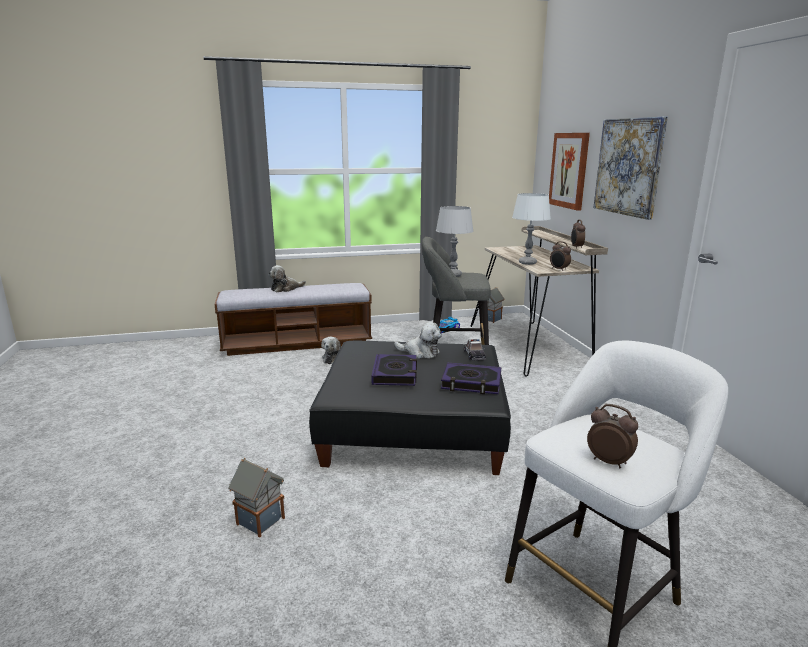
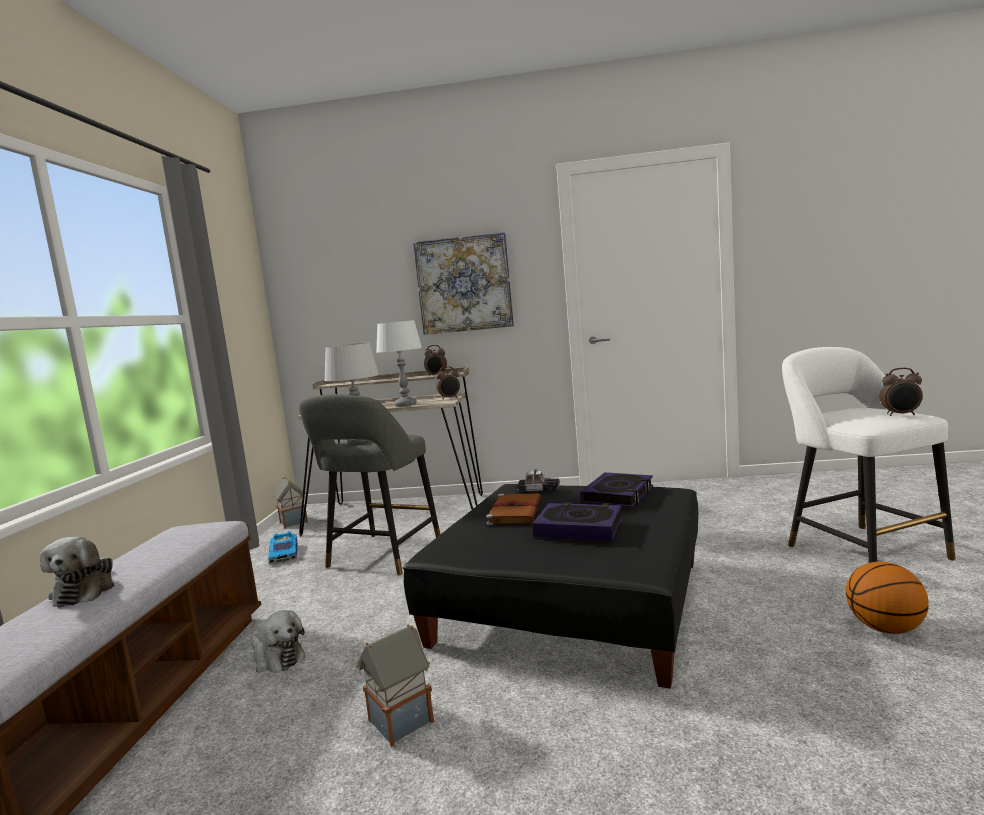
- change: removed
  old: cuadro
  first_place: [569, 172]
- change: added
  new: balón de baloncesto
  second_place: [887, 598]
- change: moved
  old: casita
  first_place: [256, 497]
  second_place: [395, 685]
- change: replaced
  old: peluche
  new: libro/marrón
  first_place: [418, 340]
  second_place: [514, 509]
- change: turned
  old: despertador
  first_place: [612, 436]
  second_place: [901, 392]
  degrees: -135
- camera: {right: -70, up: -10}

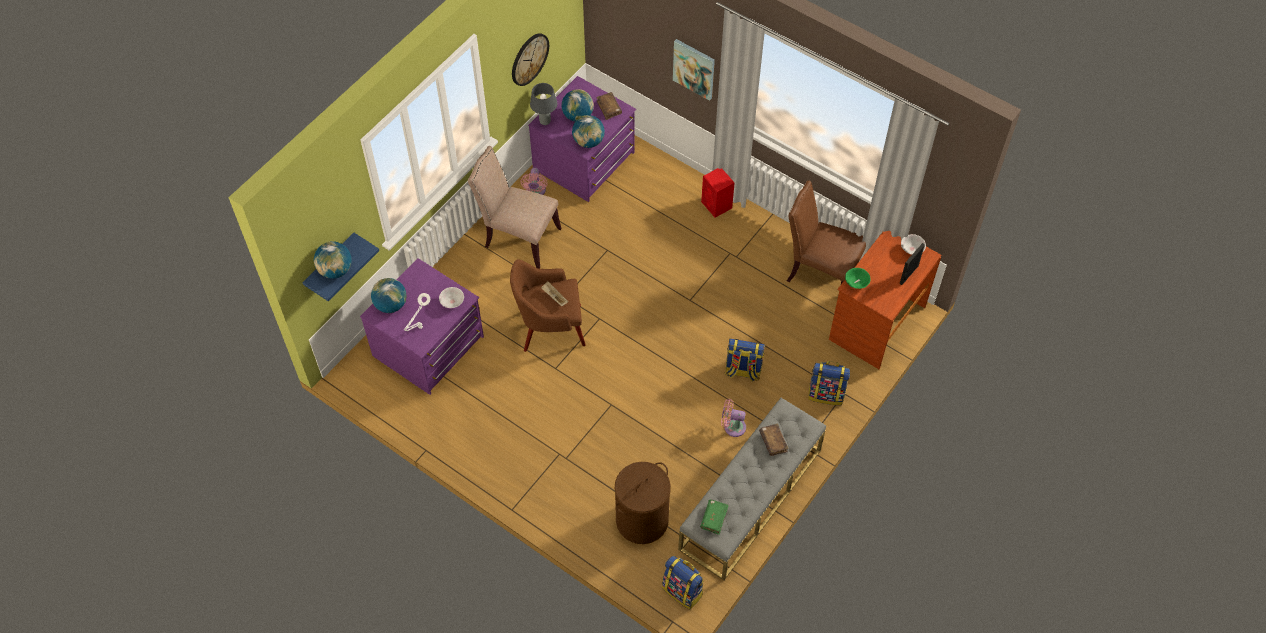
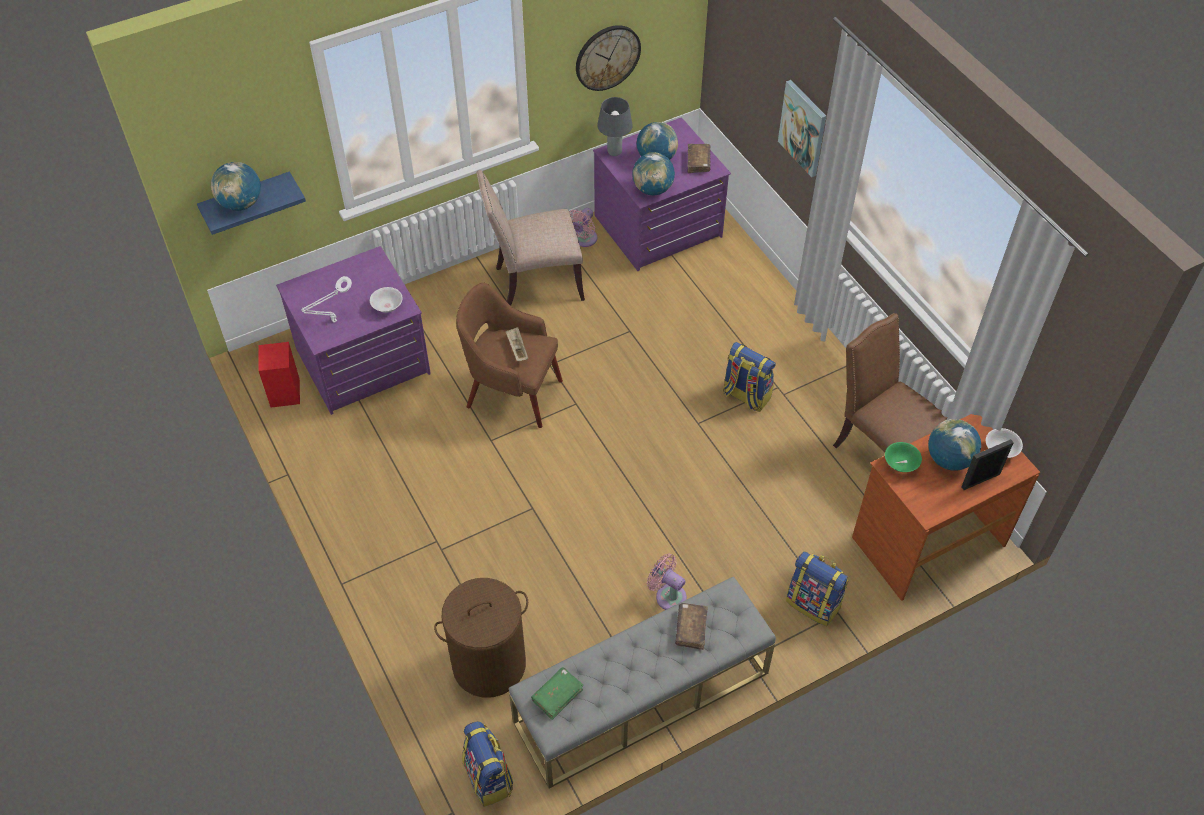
- change: moved
  old: globo terráqueo
  first_place: [389, 295]
  second_place: [954, 445]
- change: moved
  old: altavoz/rojo
  first_place: [718, 193]
  second_place: [279, 375]
- change: moved
  old: mochila
  first_place: [745, 360]
  second_place: [749, 377]
- change: turned
  old: silla/beis
  first_place: [515, 207]
  second_place: [530, 238]
  degrees: -60
- camera: {right: 25, up: -5}

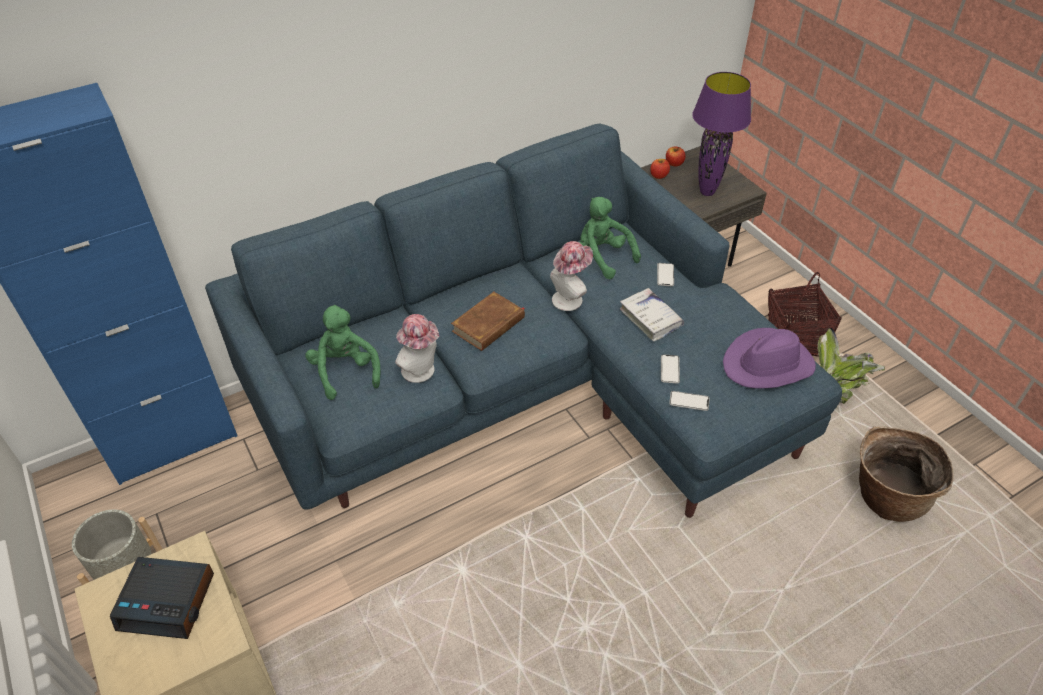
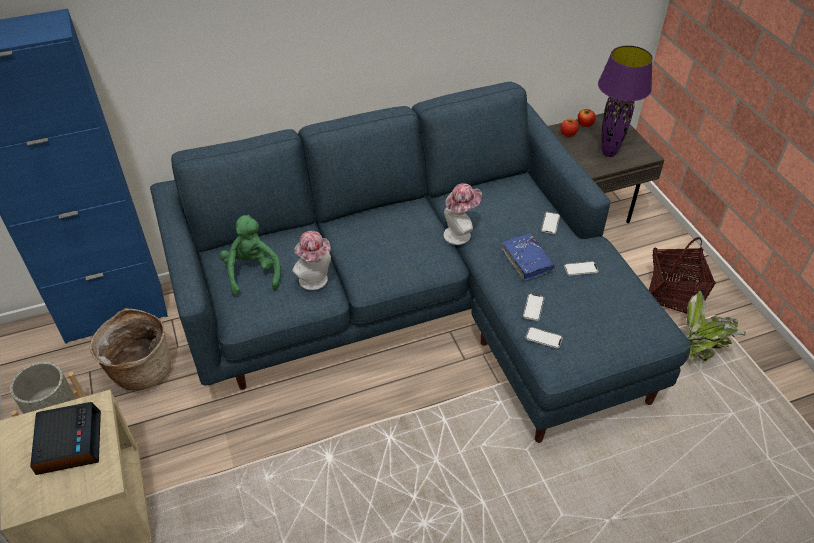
- change: removed
  old: libro/marrón
  first_place: [488, 321]
- change: removed
  old: peluche/verde
  first_place: [610, 238]
- change: removed
  old: sombrero/morado
  first_place: [769, 358]
- change: added
  new: móvil
  second_place: [581, 268]
- change: moved
  old: cesta
  first_place: [906, 474]
  second_place: [130, 349]
- change: recoloured
  old: libro/blanco
  new: libro/azul
  first_place: [652, 315]
  second_place: [528, 257]
- change: turned
  old: despertador
  first_place: [162, 598]
  second_place: [65, 438]
  degrees: -120
- camera: {right: 10, up: 0}

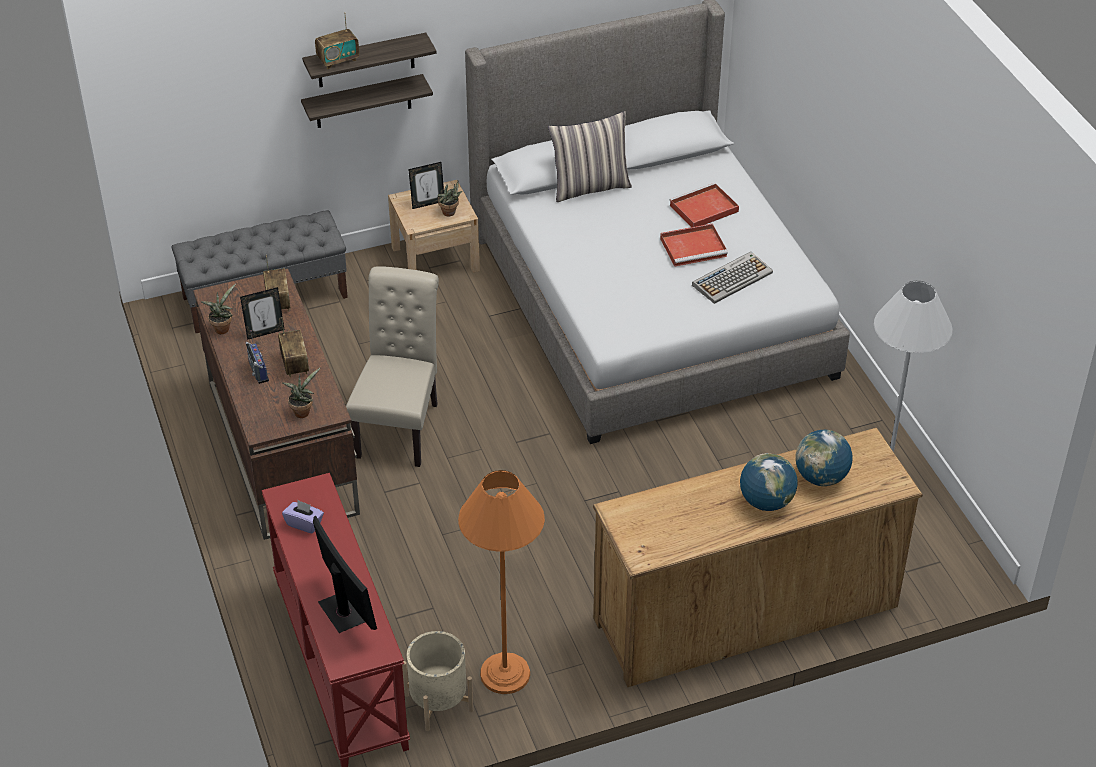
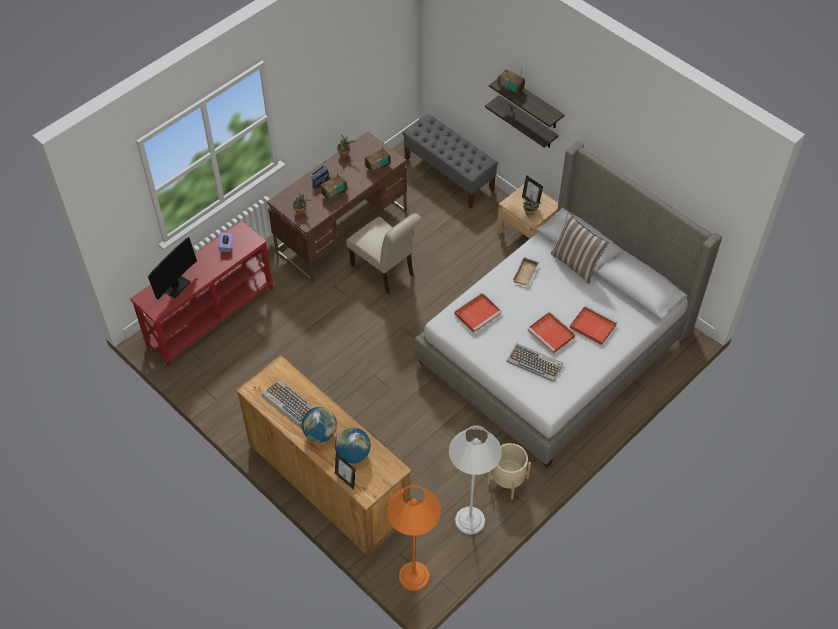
- change: added
  new: teclado
  second_place: [288, 403]
- change: added
  new: bandeja/rojo
  second_place: [478, 313]
- change: added
  new: bandeja/beis
  second_place: [526, 271]
- change: moved
  old: portarretratos
  first_place: [262, 313]
  second_place: [345, 471]
- change: moved
  old: maceta/beis
  first_place: [437, 681]
  second_place: [509, 471]
- change: moved
  old: lámpara de pie/naranja
  first_place: [501, 582]
  second_place: [413, 538]
- change: turned
  old: silla/beis
  first_place: [392, 366]
  second_place: [384, 253]
  degrees: 60
- camera: {right: 65, up: 10}

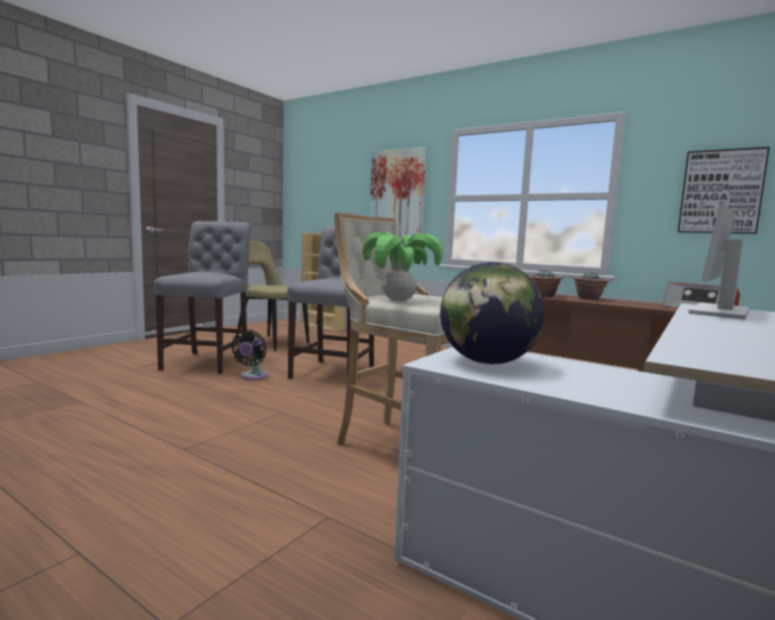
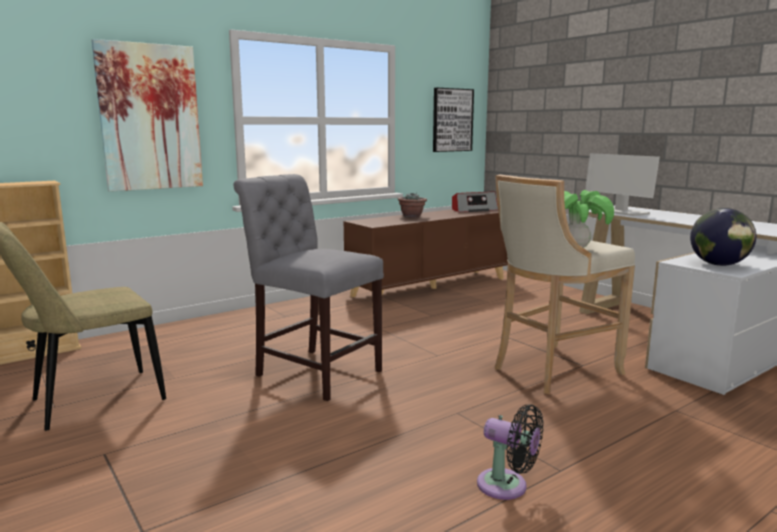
- change: removed
  old: silla/gris
  first_place: [203, 297]
- change: removed
  old: planta en maceta
  first_place: [546, 283]
- change: moved
  old: ventilador/negro
  first_place: [250, 355]
  second_place: [510, 452]
- camera: {right: -70, up: 5}

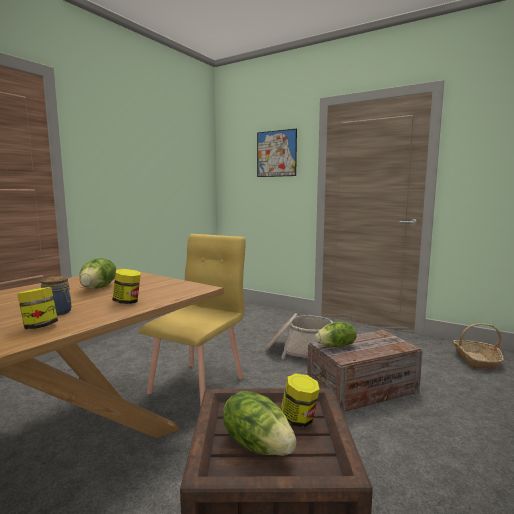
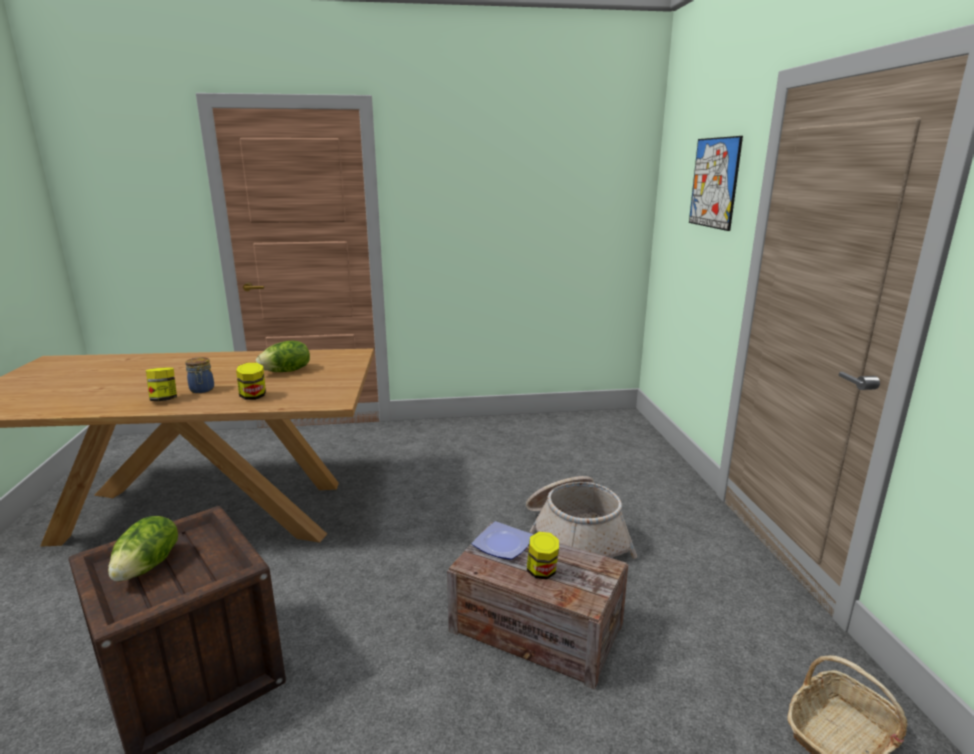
- change: removed
  old: silla/amarillo
  first_place: [192, 320]
- change: moved
  old: tarro
  first_place: [300, 400]
  second_place: [543, 555]
- change: replaced
  old: lechuga
  new: plato
  first_place: [336, 334]
  second_place: [503, 540]
- camera: {right: 50, up: 10}

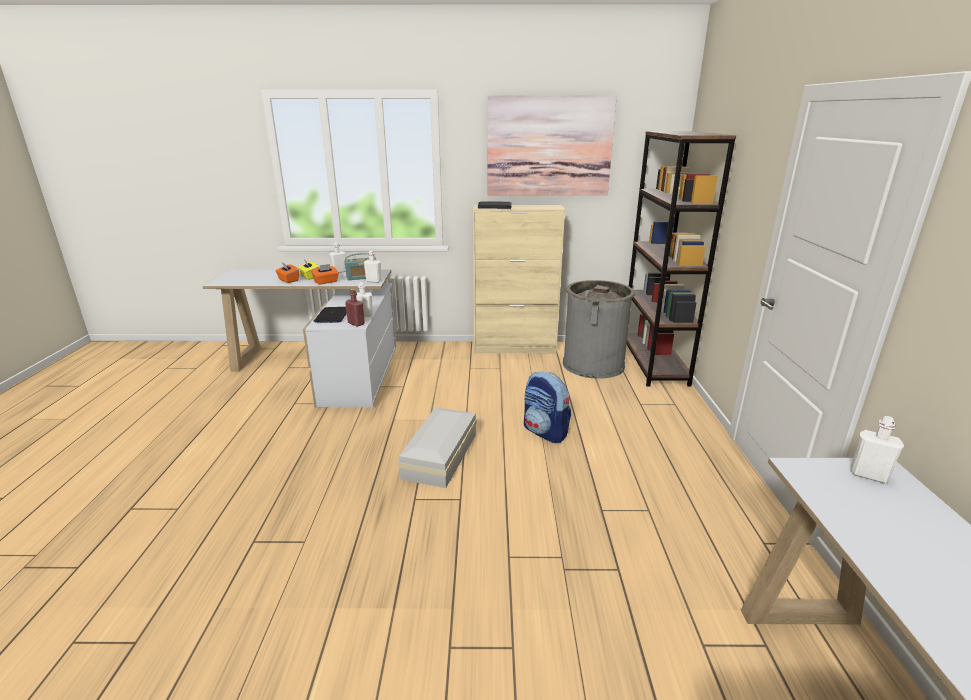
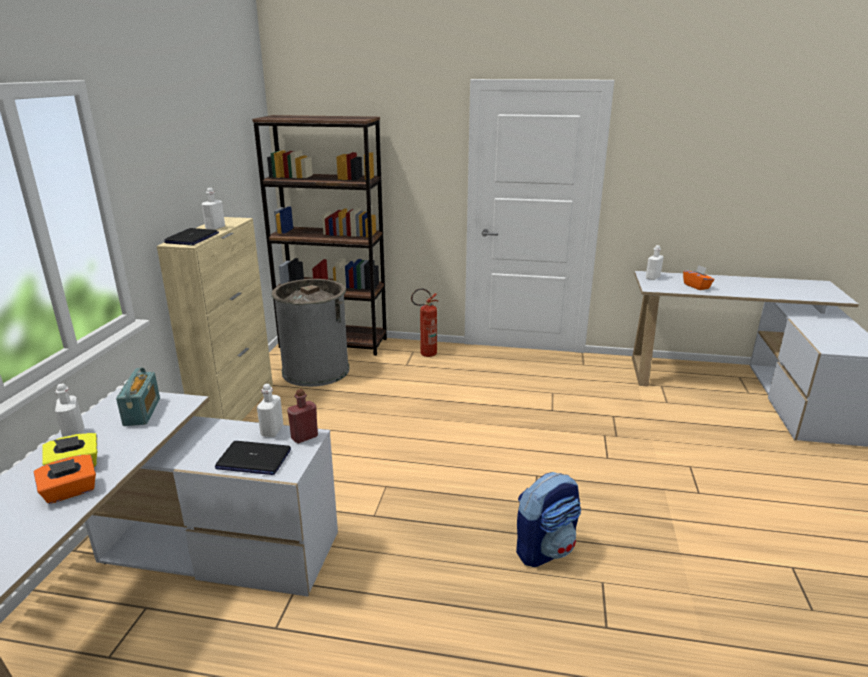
- change: removed
  old: caja de almacenaje/blanco
  first_place: [437, 447]
- change: removed
  old: cuadro
  first_place: [552, 145]
- change: added
  new: extintor
  second_place: [424, 322]
- change: moved
  old: caja de pañuelos/naranja
  first_place: [325, 274]
  second_place: [698, 277]
- change: moved
  old: botella/blanco
  first_place: [373, 266]
  second_place: [213, 209]
- change: moved
  old: mochila
  first_place: [547, 407]
  second_place: [548, 519]
- camera: {right: -80, up: 0}

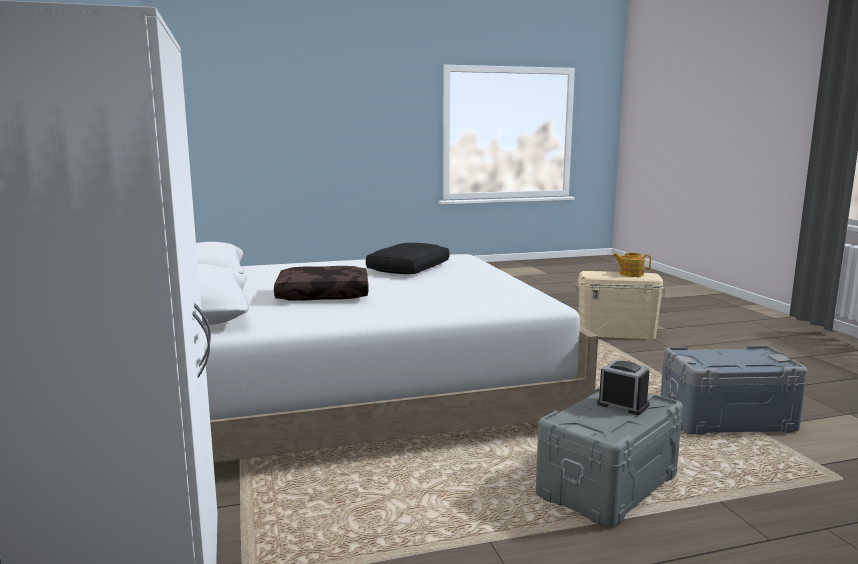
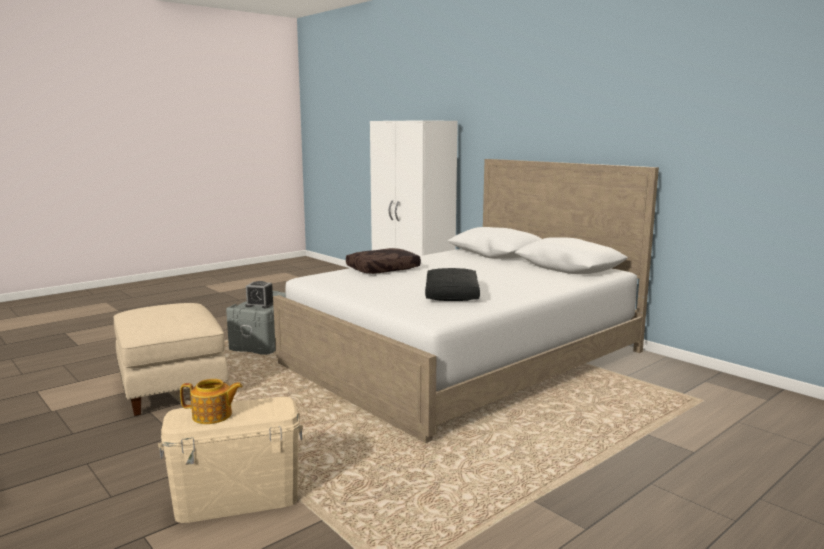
- change: moved
  old: cojín/marrón
  first_place: [321, 283]
  second_place: [383, 261]
- change: replaced
  old: caja de almacenaje/gris
  new: puf/beis
  first_place: [733, 390]
  second_place: [171, 359]
- camera: {right: 155, up: 0}

